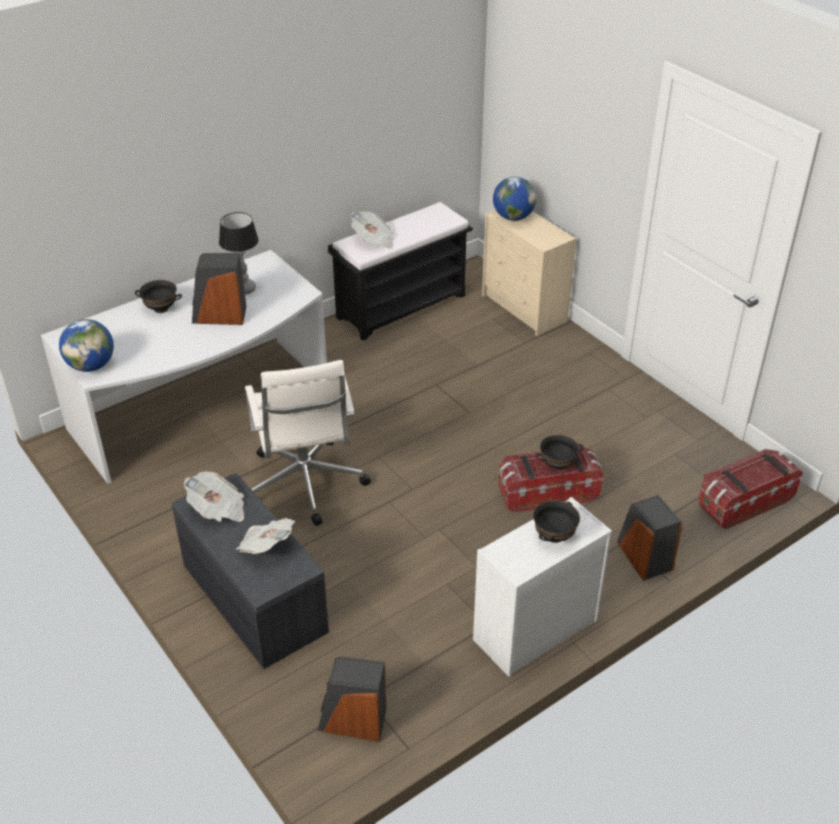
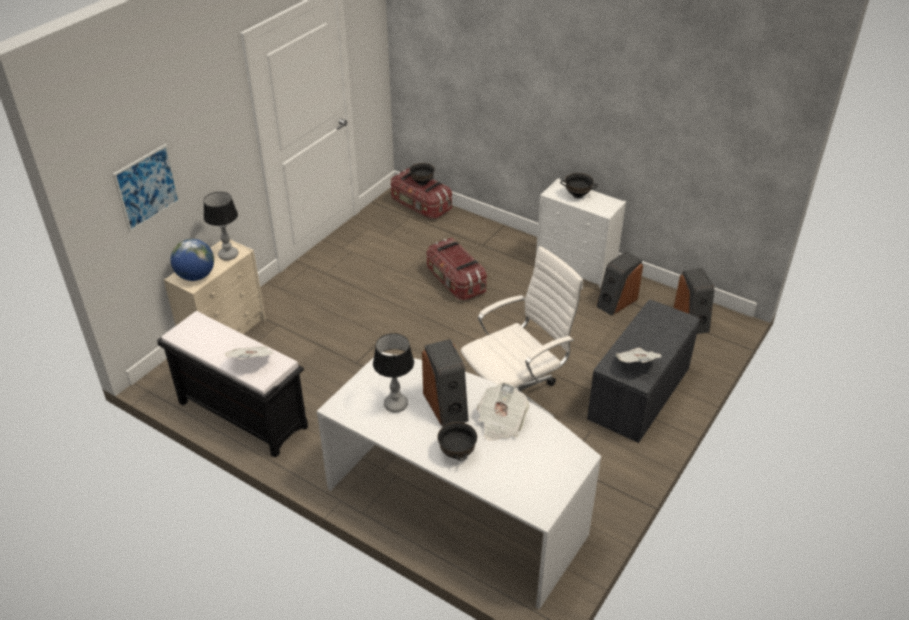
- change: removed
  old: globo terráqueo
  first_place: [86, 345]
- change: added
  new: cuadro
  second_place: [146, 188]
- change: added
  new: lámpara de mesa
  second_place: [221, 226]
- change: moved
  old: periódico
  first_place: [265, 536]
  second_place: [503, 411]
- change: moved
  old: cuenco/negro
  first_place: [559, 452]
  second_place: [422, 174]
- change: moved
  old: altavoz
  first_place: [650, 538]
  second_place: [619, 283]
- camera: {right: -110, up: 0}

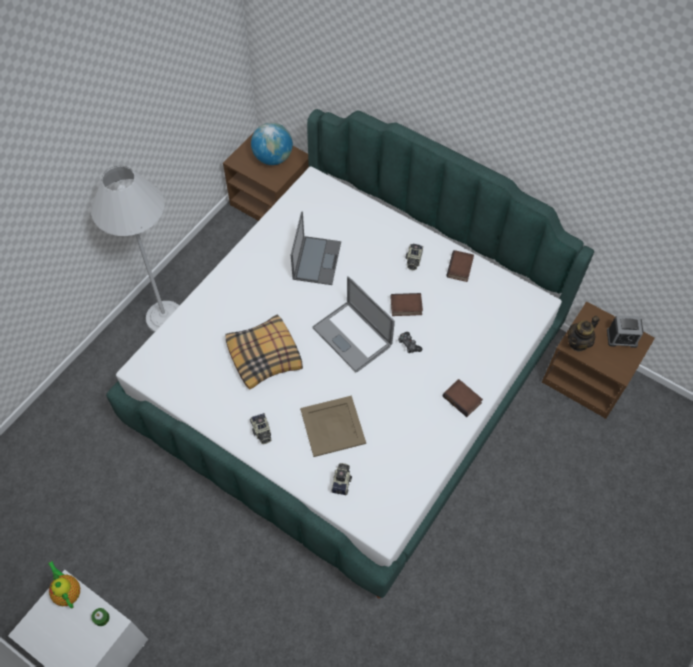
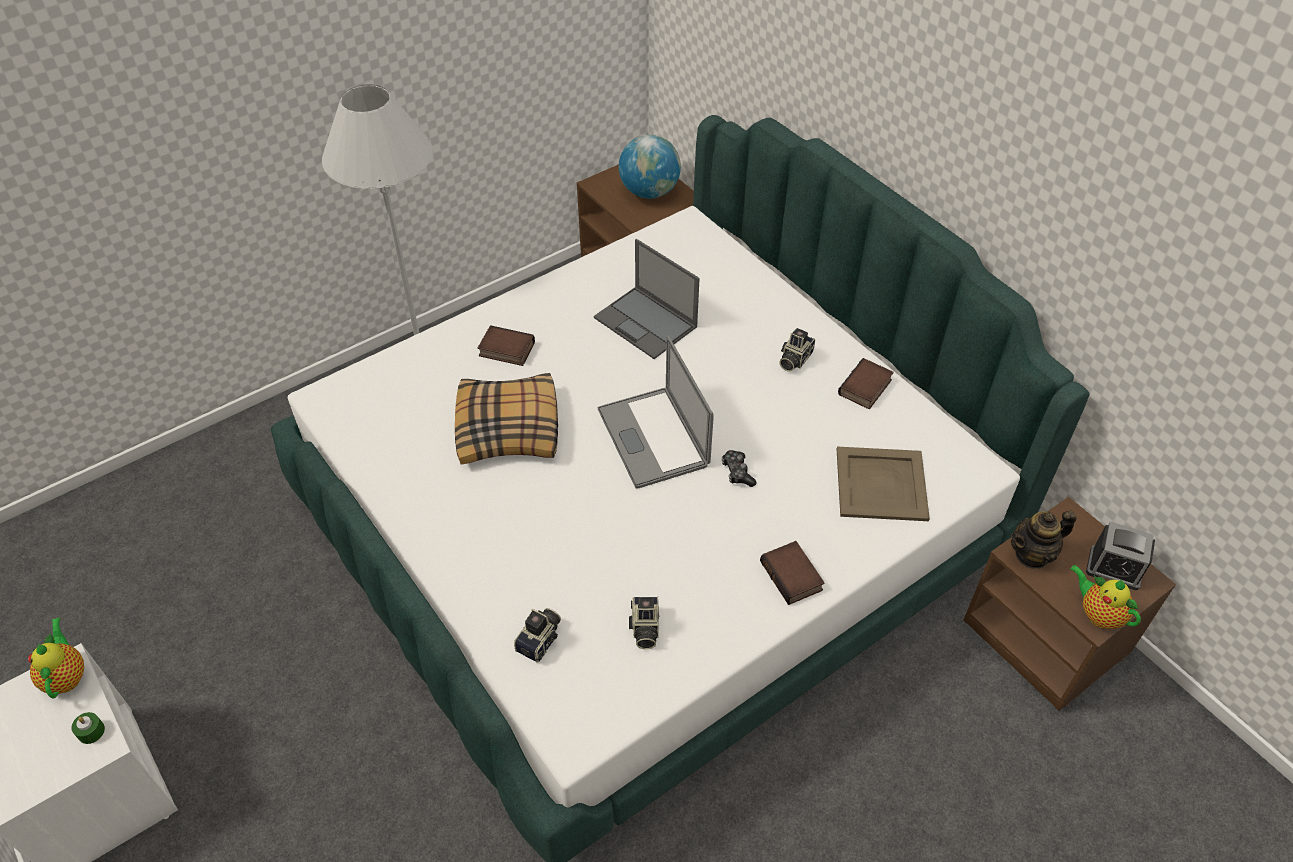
- change: added
  new: tetera
  second_place: [1105, 597]
- change: moved
  old: cámara
  first_place: [261, 428]
  second_place: [644, 623]
- change: moved
  old: bandeja/beis
  first_place: [333, 426]
  second_place: [883, 484]
- change: moved
  old: libro
  first_place: [407, 304]
  second_place: [506, 345]
- change: turned
  old: portátil
  first_place: [316, 248]
  second_place: [647, 299]
  degrees: 105
- camera: {right: 20, up: -10}

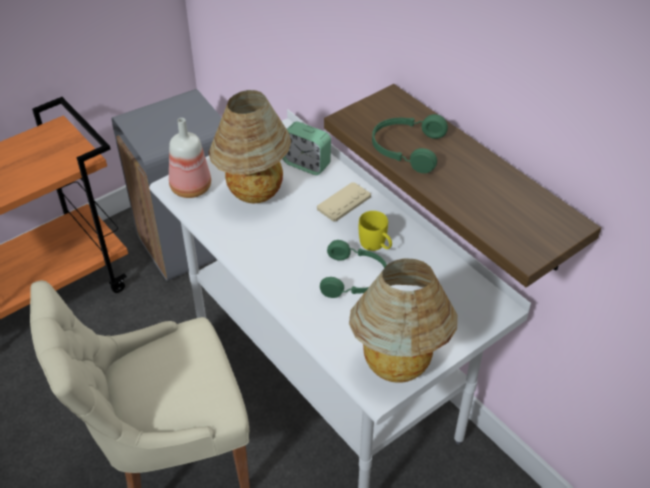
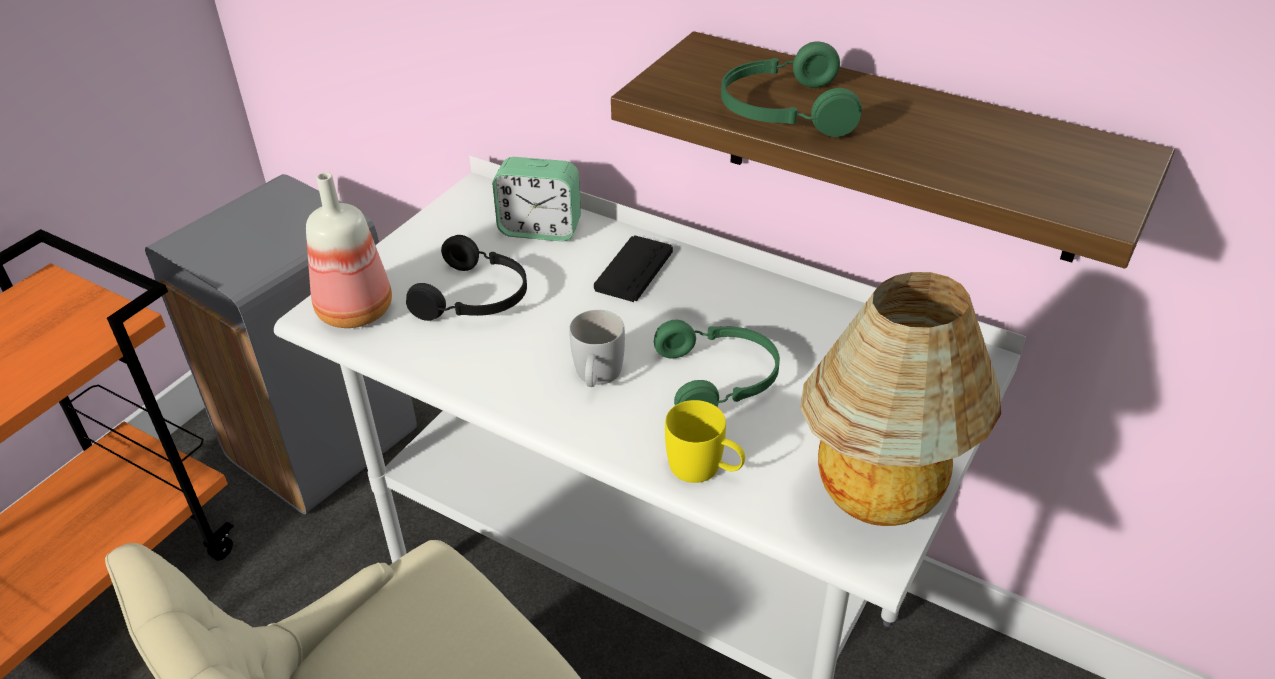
- change: added
  new: taza grande/blanco
  second_place: [597, 348]
- change: moved
  old: taza grande/amarillo
  first_place: [375, 231]
  second_place: [705, 441]
- change: replaced
  old: lámpara de mesa
  new: auriculares/negro
  first_place: [250, 146]
  second_place: [466, 278]
- change: recoloured
  old: mando de consola/beis
  new: mando de consola/negro
  first_place: [344, 202]
  second_place: [633, 269]
- camera: {right: -20, up: -5}

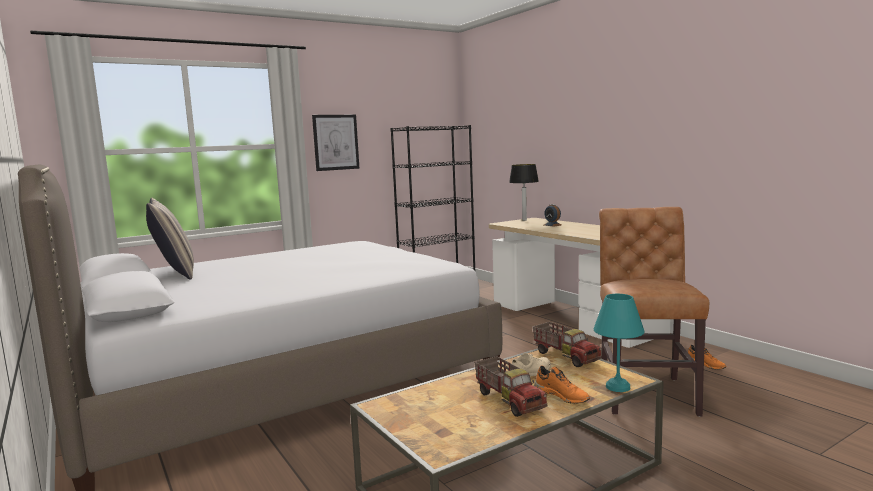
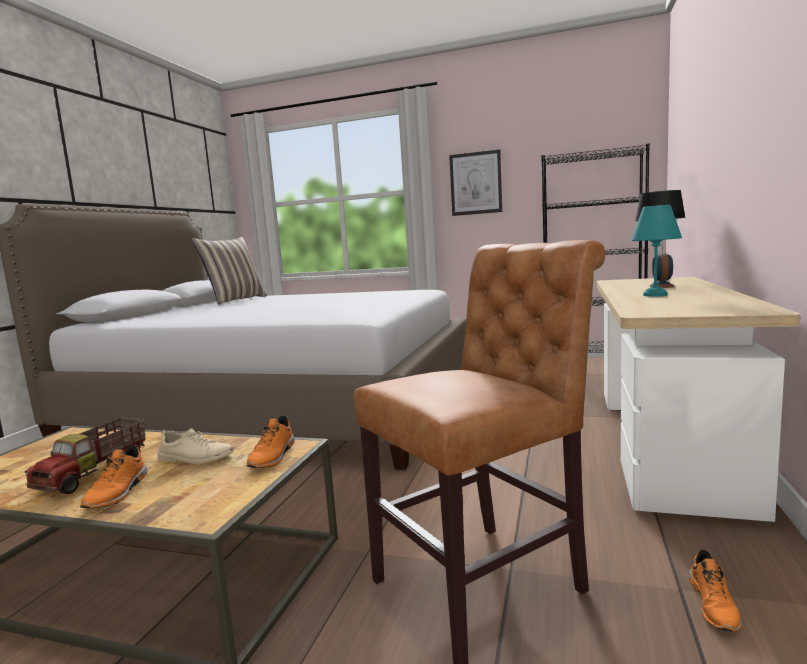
- change: moved
  old: lámpara de mesa/turquesa
  first_place: [619, 343]
  second_place: [656, 251]
- change: replaced
  old: camión de juguete
  new: zapato/naranja
  first_place: [567, 344]
  second_place: [270, 441]
- camera: {right: 50, up: 0}

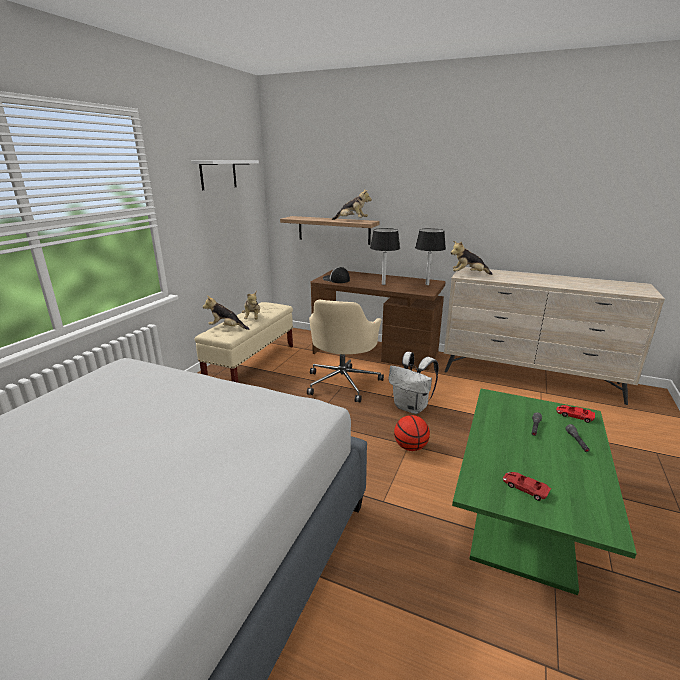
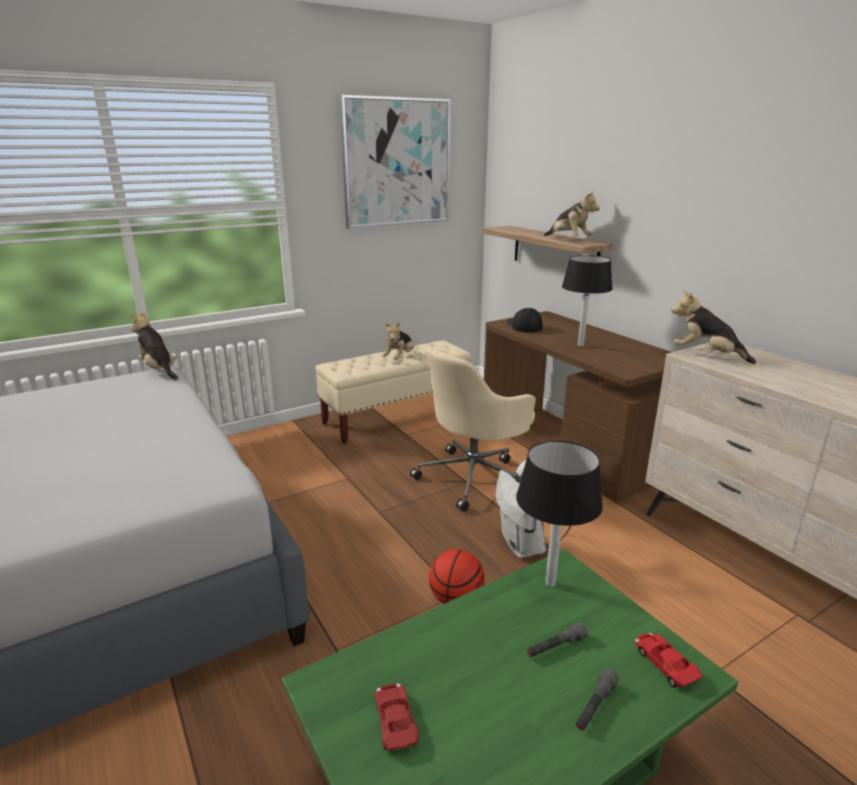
- change: moved
  old: peluche
  first_place: [226, 313]
  second_place: [154, 346]
- change: moved
  old: lámpara de mesa/negro
  first_place: [430, 256]
  second_place: [559, 514]
- change: replaced
  old: estante/blanco
  new: cuadro
  first_place: [225, 175]
  second_place: [394, 162]
- camera: {right: 35, up: 0}

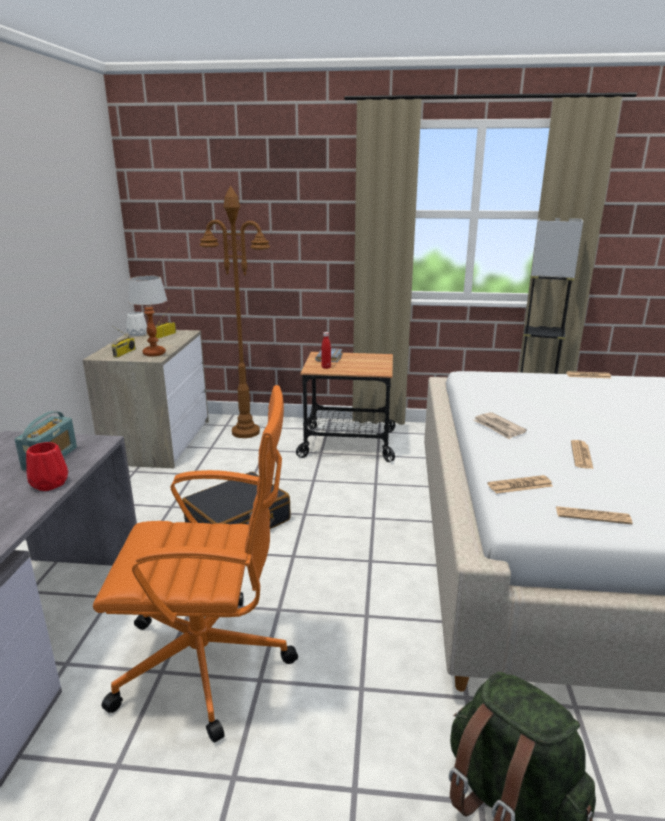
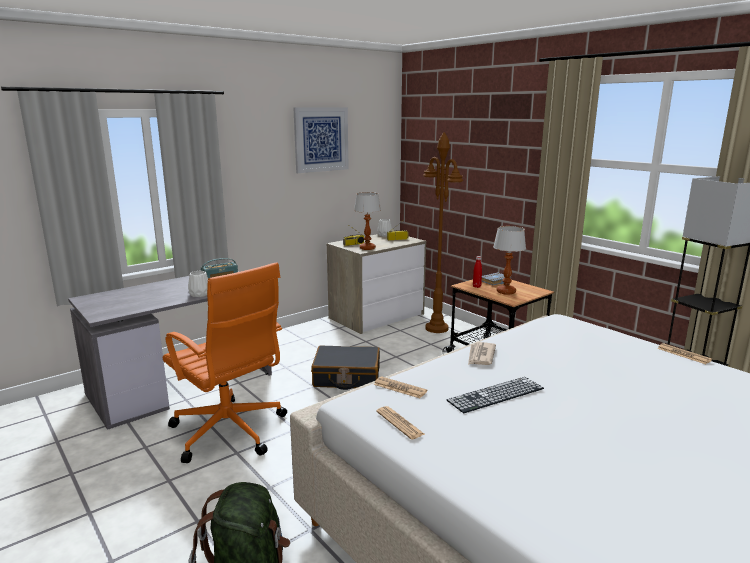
- change: added
  new: cuadro
  second_place: [321, 140]
- change: added
  new: lámpara de mesa
  second_place: [509, 260]
- change: replaced
  old: periódico
  new: teclado
  first_place: [582, 454]
  second_place: [495, 395]
- change: recoloured
  old: florero/rojo
  new: florero/blanco
  first_place: [47, 466]
  second_place: [198, 284]
- camera: {right: 45, up: -5}

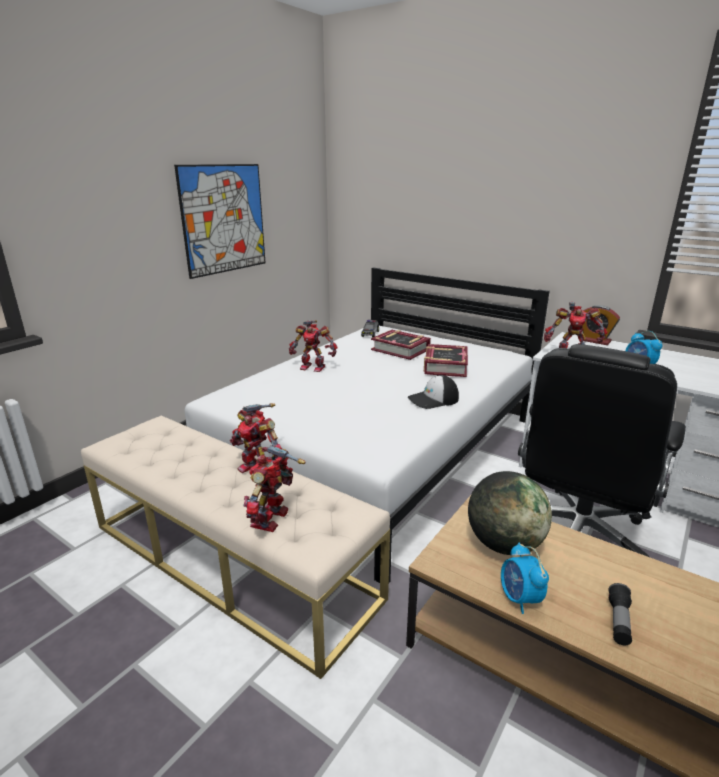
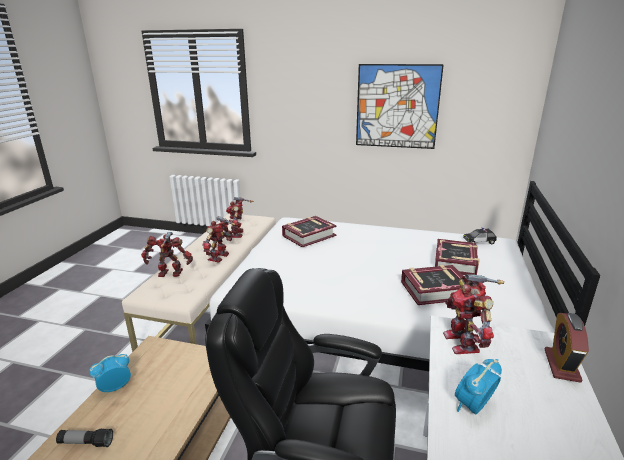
- change: removed
  old: gorra
  first_place: [433, 392]
- change: removed
  old: globo terráqueo
  first_place: [510, 513]
- change: added
  new: libro
  second_place: [309, 231]
- change: moved
  old: robot de juguete
  first_place: [313, 346]
  second_place: [239, 217]
- camera: {right: 70, up: 0}

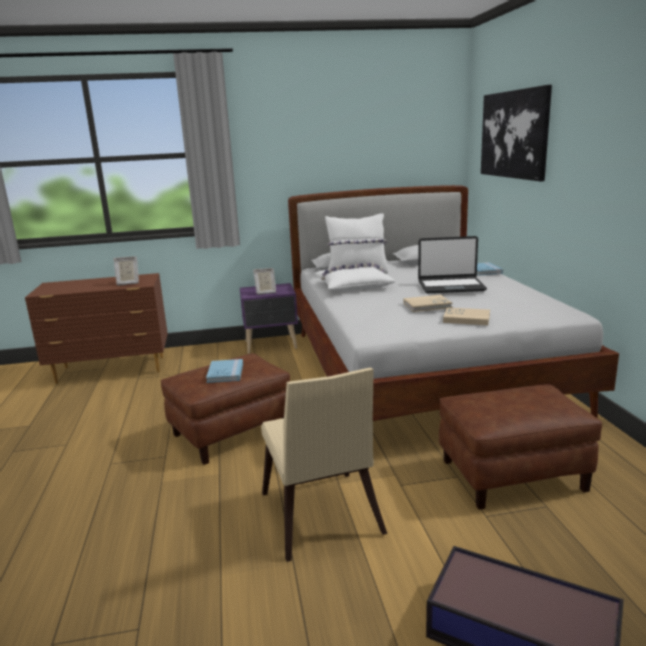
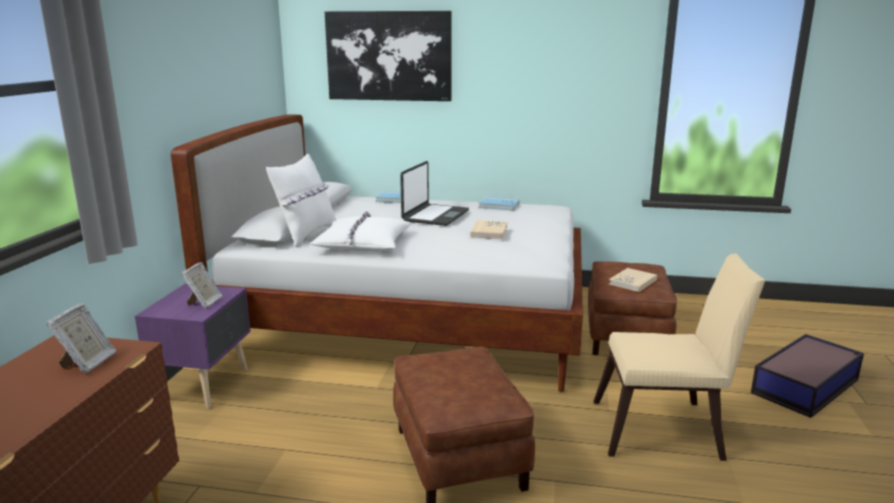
- change: moved
  old: libro/azul
  first_place: [224, 371]
  second_place: [499, 204]
- change: moved
  old: libro/beis
  first_place: [466, 316]
  second_place: [633, 280]
- camera: {right: -70, up: 0}

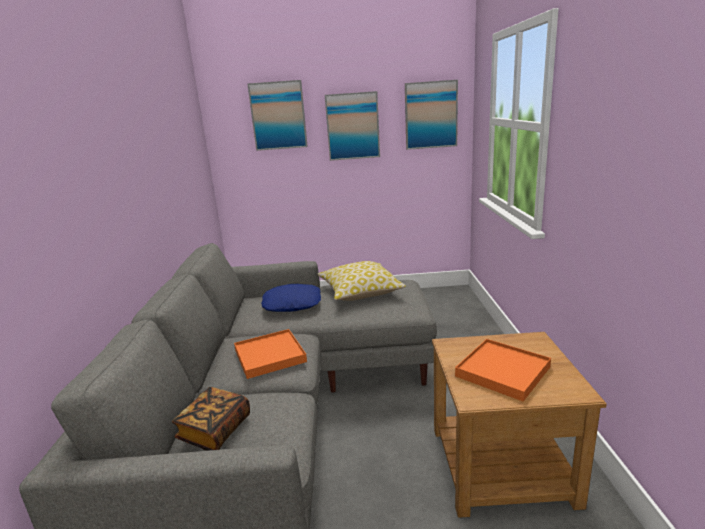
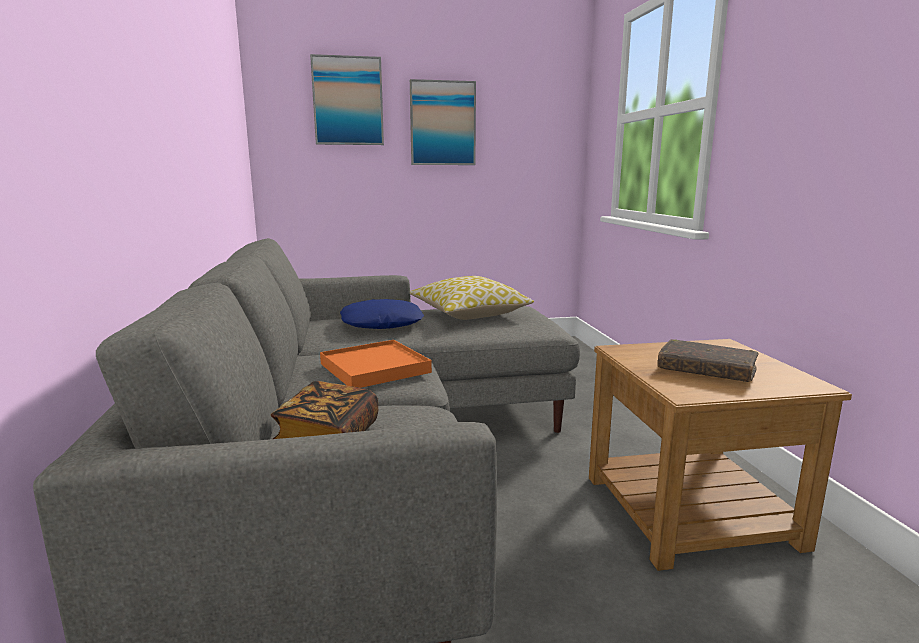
- change: removed
  old: cuadro
  first_place: [431, 115]
- change: replaced
  old: bandeja/naranja
  new: libro/marrón
  first_place: [503, 370]
  second_place: [708, 360]
- camera: {right: -10, up: -5}

